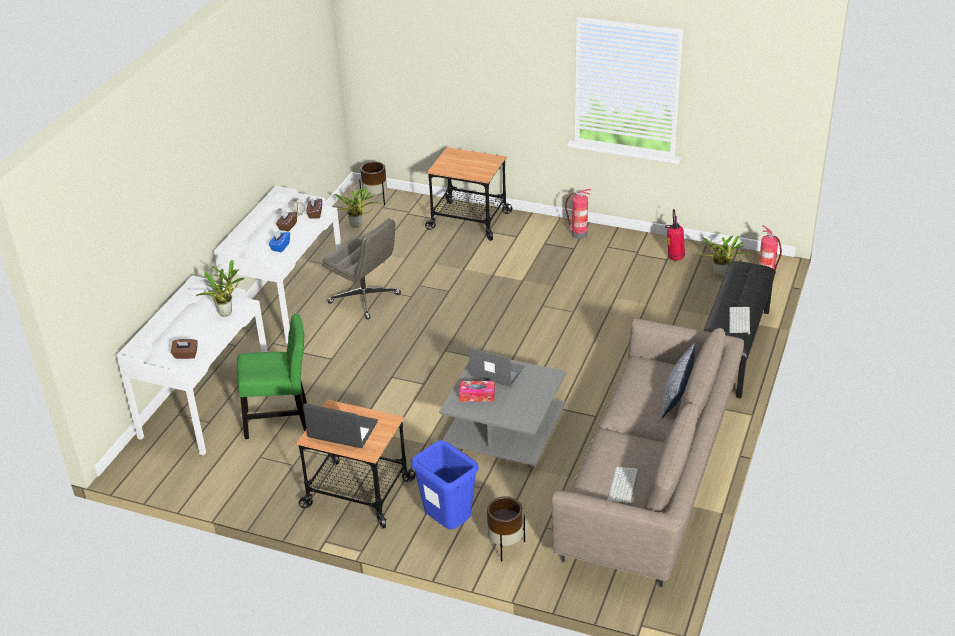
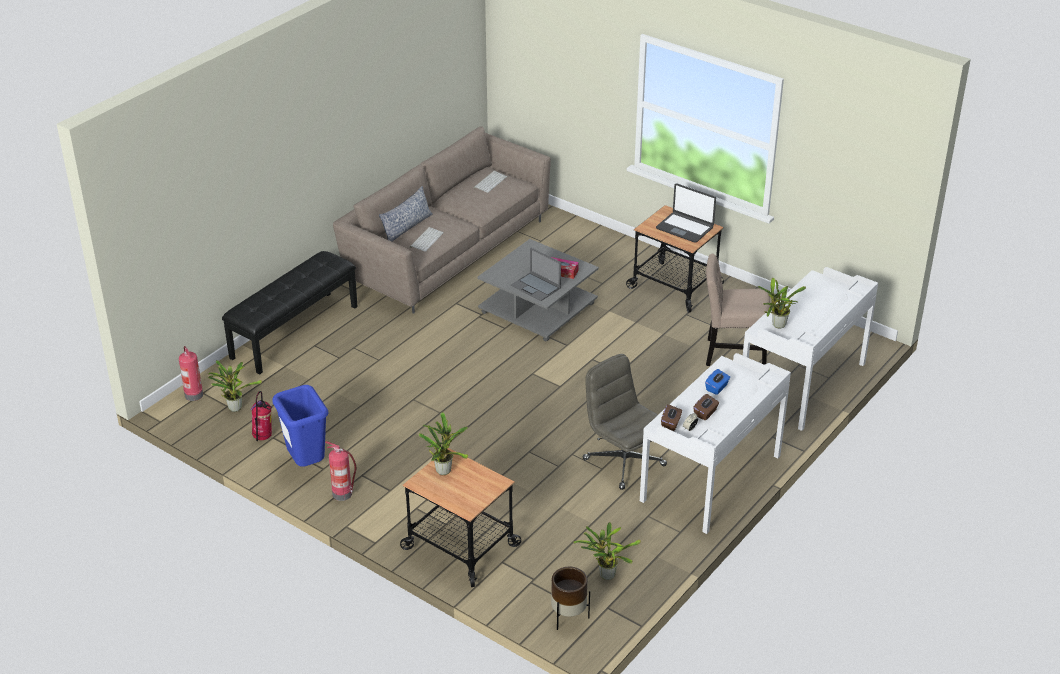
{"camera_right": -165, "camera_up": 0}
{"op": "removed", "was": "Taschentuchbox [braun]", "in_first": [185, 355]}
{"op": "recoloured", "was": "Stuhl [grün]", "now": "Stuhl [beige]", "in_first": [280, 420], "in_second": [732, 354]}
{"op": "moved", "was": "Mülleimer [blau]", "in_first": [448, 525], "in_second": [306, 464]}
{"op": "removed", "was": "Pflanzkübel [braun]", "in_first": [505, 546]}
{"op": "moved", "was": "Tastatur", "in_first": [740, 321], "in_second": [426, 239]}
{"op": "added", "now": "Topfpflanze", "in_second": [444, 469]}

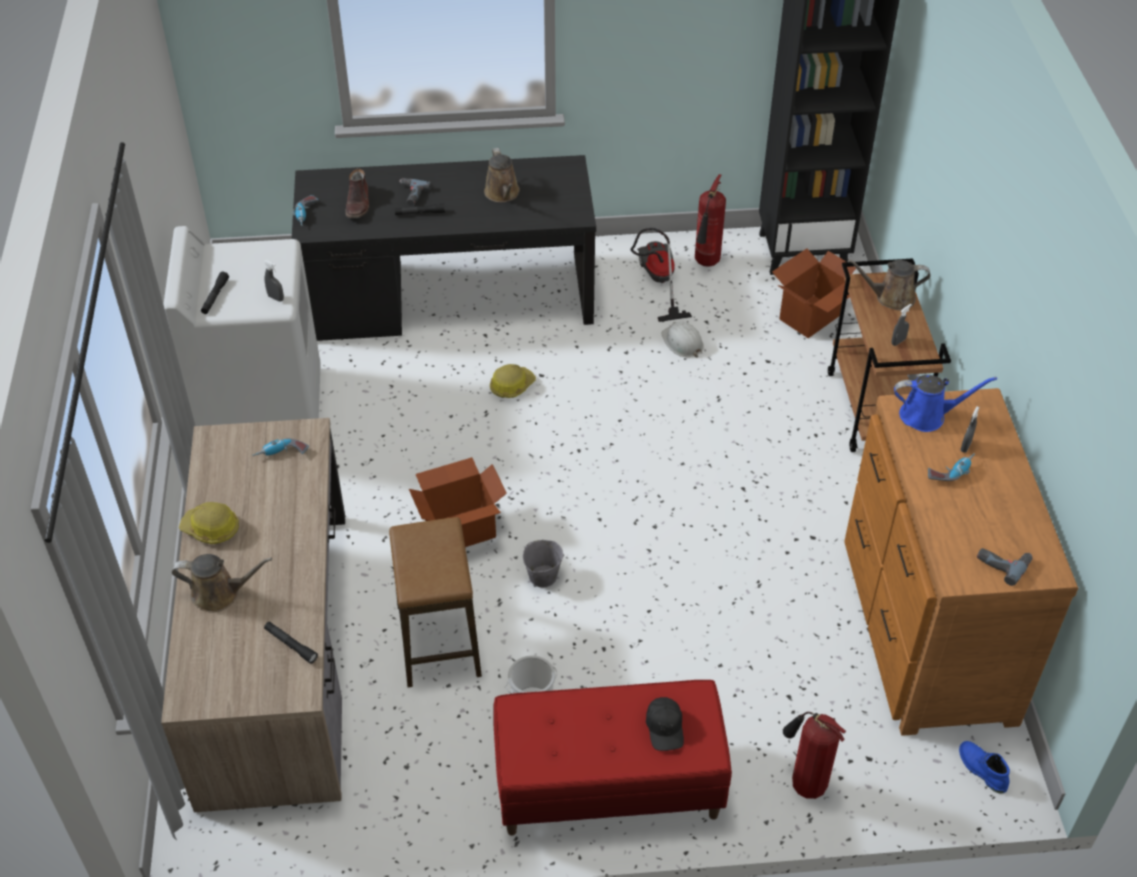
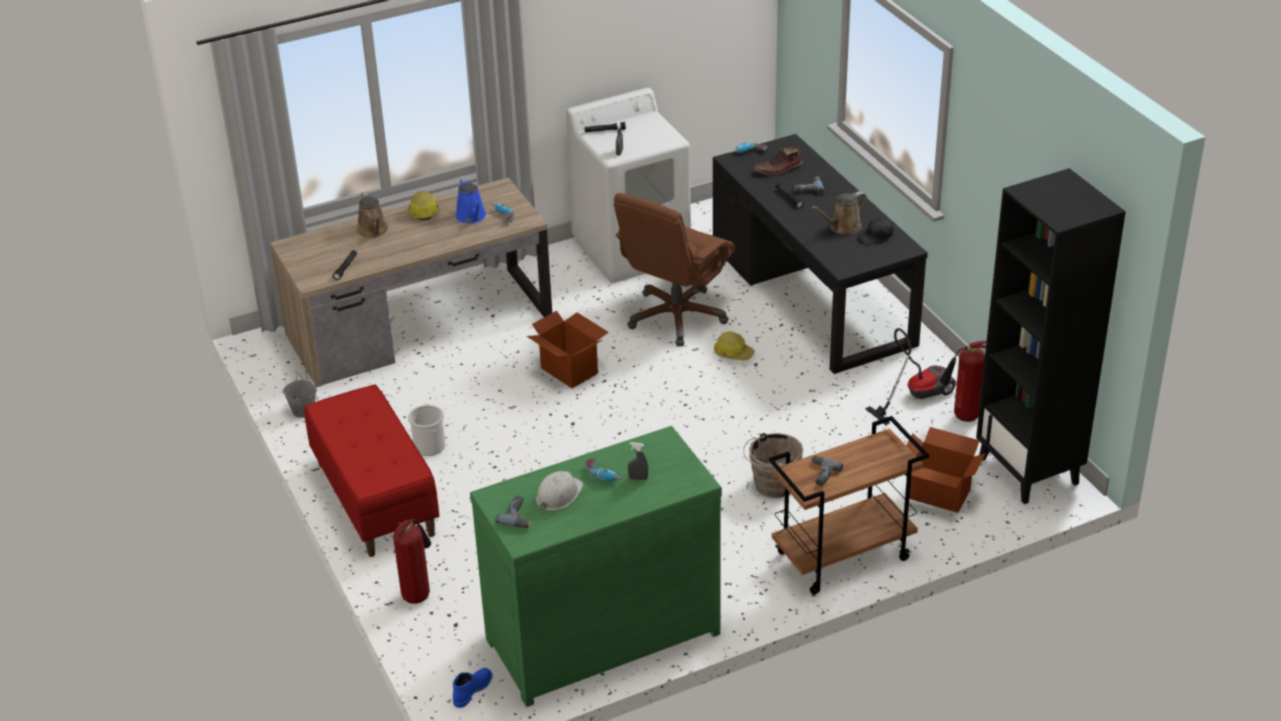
{"camera_right": 70, "camera_up": -10}
{"op": "removed", "was": "Hocker", "in_first": [439, 641]}
{"op": "moved", "was": "Eimer [grau]", "in_first": [542, 577], "in_second": [303, 411]}
{"op": "moved", "was": "Kappe [schwarz]", "in_first": [665, 727], "in_second": [876, 236]}
{"op": "moved", "was": "Schutzhelm [weiß]", "in_first": [682, 342], "in_second": [558, 495]}
{"op": "recoloured", "was": "Kommode [braun]", "now": "Kommode [grün]", "in_first": [925, 630], "in_second": [600, 634]}
{"op": "removed", "was": "Gießkanne [braun]", "in_first": [891, 298]}
{"op": "replaced", "was": "Sprühflasche [grau]", "now": "Bohrmaschine", "in_first": [898, 341], "in_second": [820, 474]}
{"op": "moved", "was": "Gießkanne [blau]", "in_first": [927, 416], "in_second": [472, 217]}
{"op": "added", "now": "Bürostuhl [braun]", "in_second": [676, 317]}
{"op": "added", "now": "Eimer [braun]", "in_second": [771, 485]}

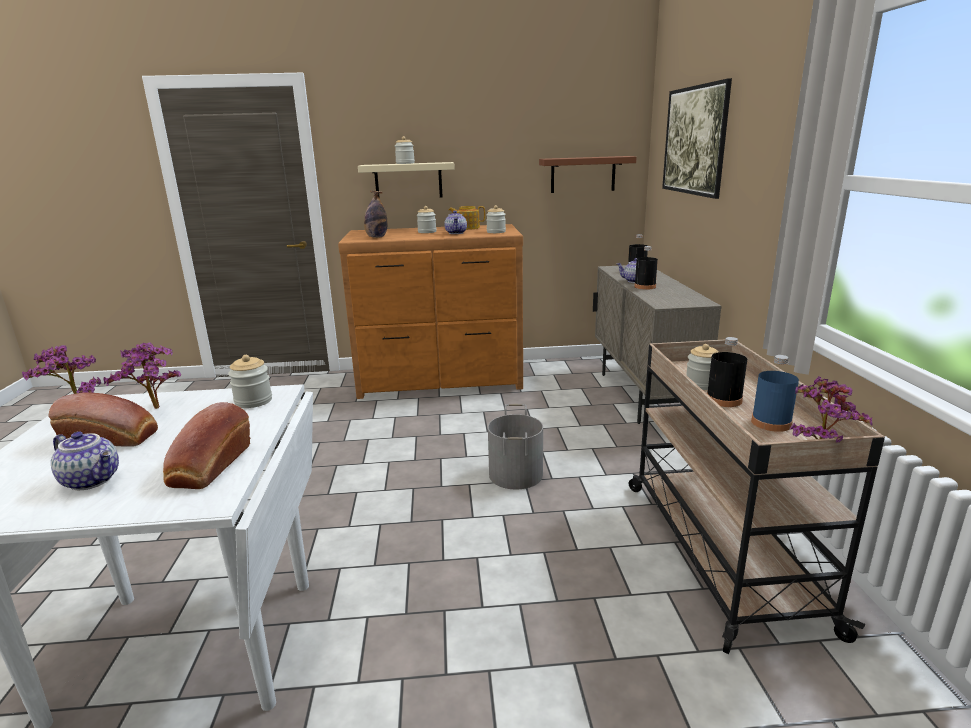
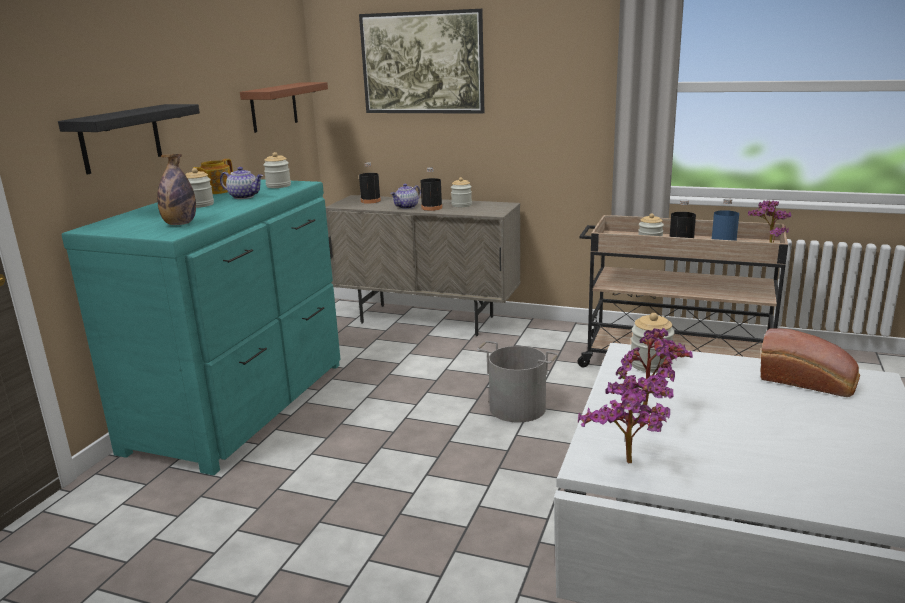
{"camera_right": -65, "camera_up": 0}
{"op": "removed", "was": "Brot", "in_first": [113, 438]}
{"op": "removed", "was": "Teekanne", "in_first": [93, 480]}
{"op": "recoloured", "was": "Kommode [braun]", "now": "Kommode [türkis]", "in_first": [441, 380], "in_second": [243, 405]}
{"op": "recoloured", "was": "Wandregal [beige]", "now": "Wandregal [schwarz]", "in_first": [408, 181], "in_second": [120, 138]}
{"op": "moved", "was": "Vorratsglas", "in_first": [405, 163], "in_second": [461, 205]}

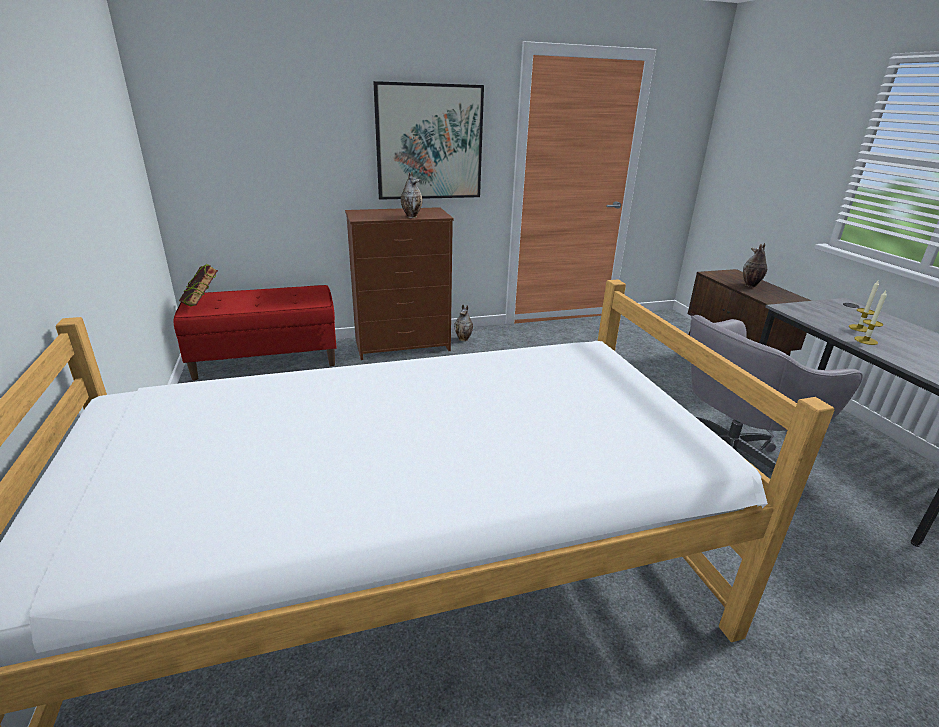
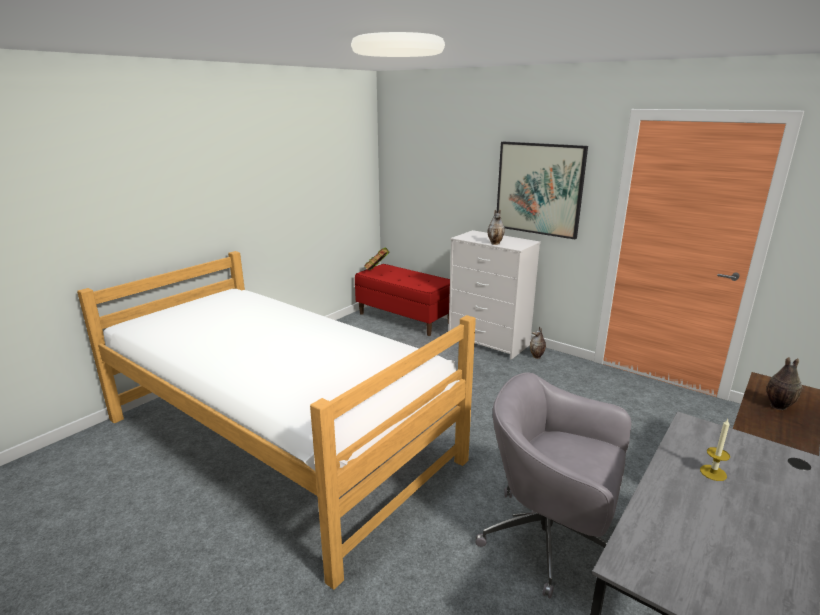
{"camera_right": 55, "camera_up": -5}
{"op": "recoloured", "was": "Kommode [braun]", "now": "Kommode [weiß]", "in_first": [403, 345], "in_second": [489, 342]}
{"op": "removed", "was": "Kerze", "in_first": [865, 340]}

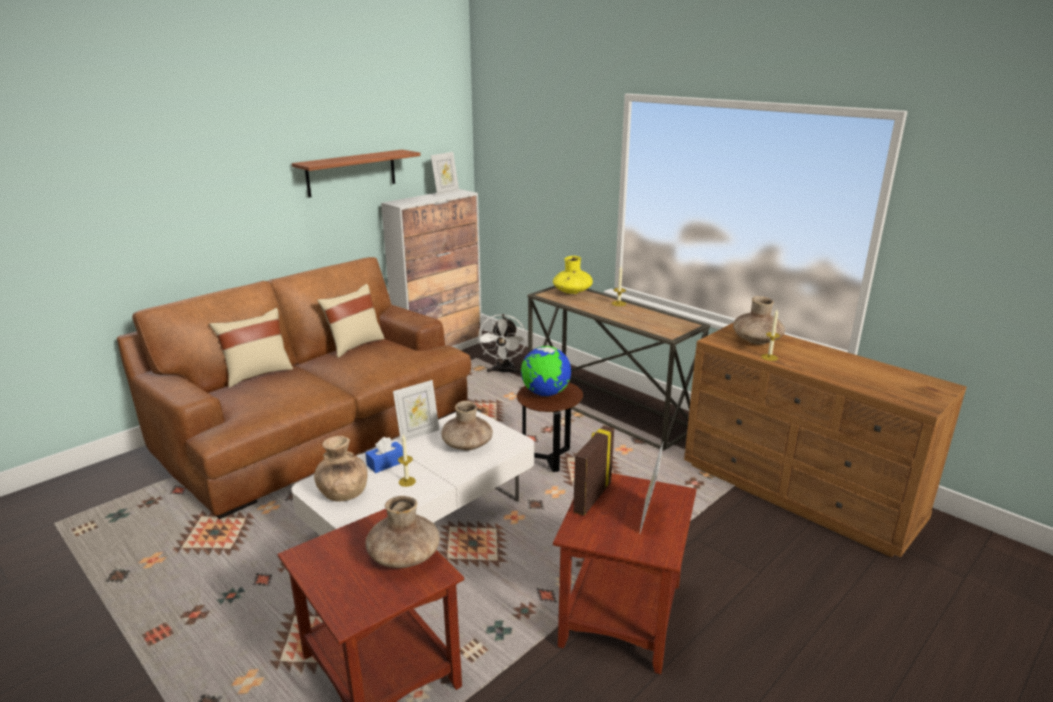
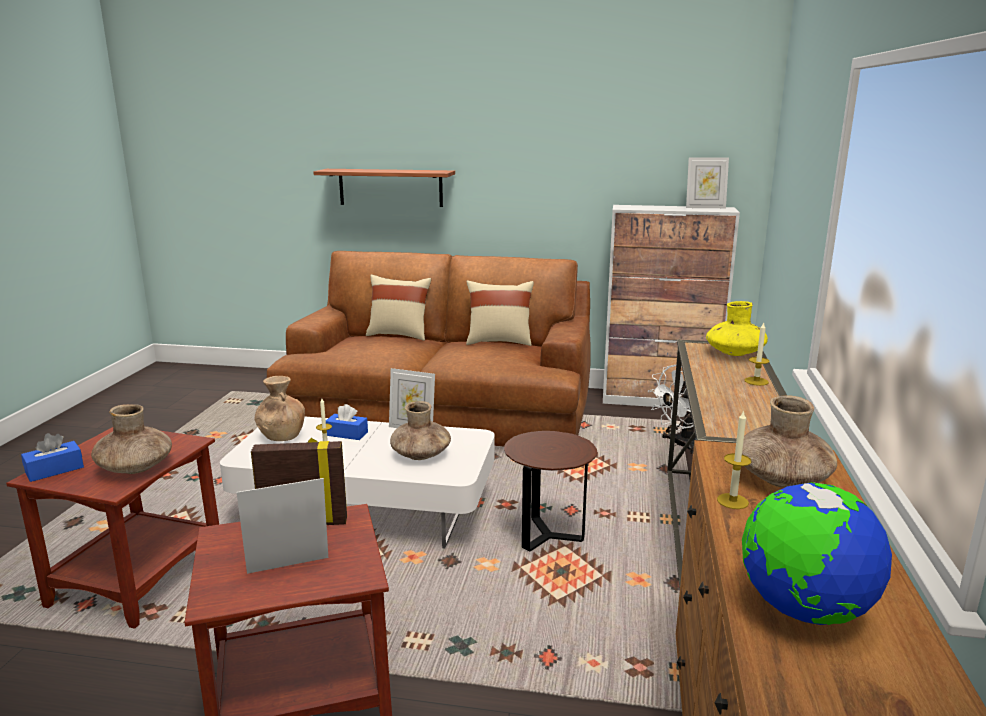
{"camera_right": 55, "camera_up": -5}
{"op": "moved", "was": "Wandregal", "in_first": [351, 173], "in_second": [390, 187]}
{"op": "moved", "was": "Globus", "in_first": [545, 393], "in_second": [804, 610]}
{"op": "added", "now": "Taschentuchbox [blau]", "in_second": [54, 470]}

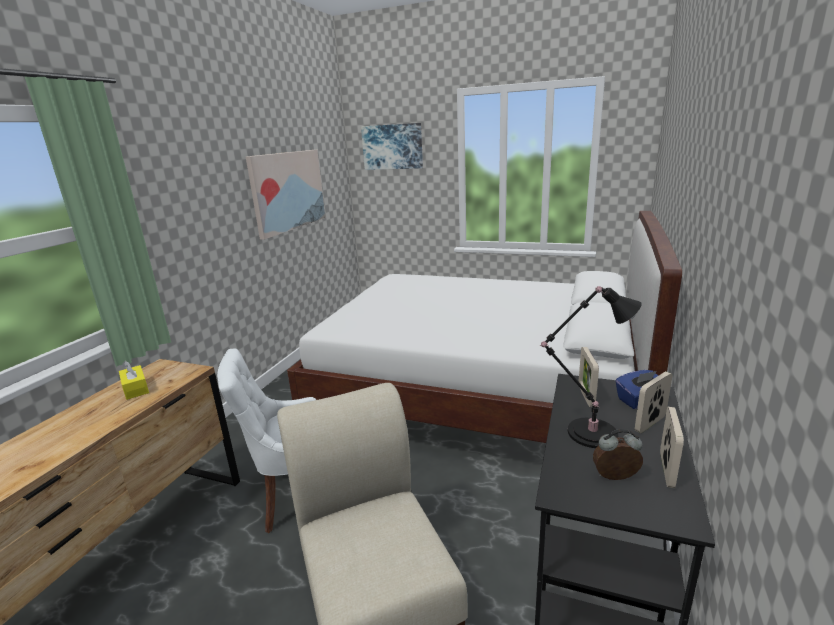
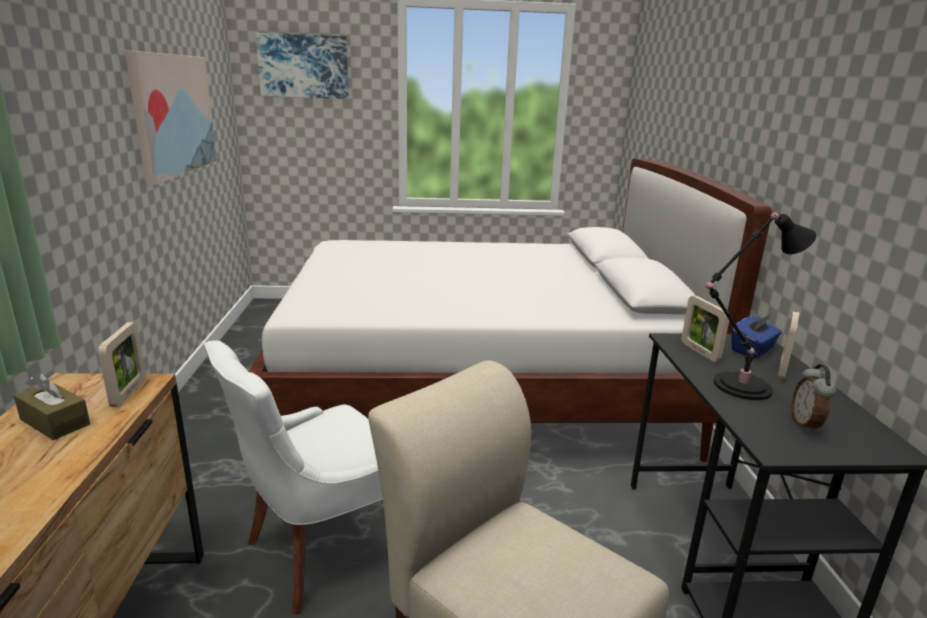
{"camera_right": -25, "camera_up": 0}
{"op": "recoloured", "was": "Taschentuchbox [gelb]", "now": "Taschentuchbox [braun]", "in_first": [135, 389], "in_second": [55, 422]}
{"op": "turned", "was": "Wecker", "in_first": [615, 478], "in_second": [806, 424], "clockwise": -60}
{"op": "moved", "was": "Bilderrahmen", "in_first": [666, 470], "in_second": [129, 392]}

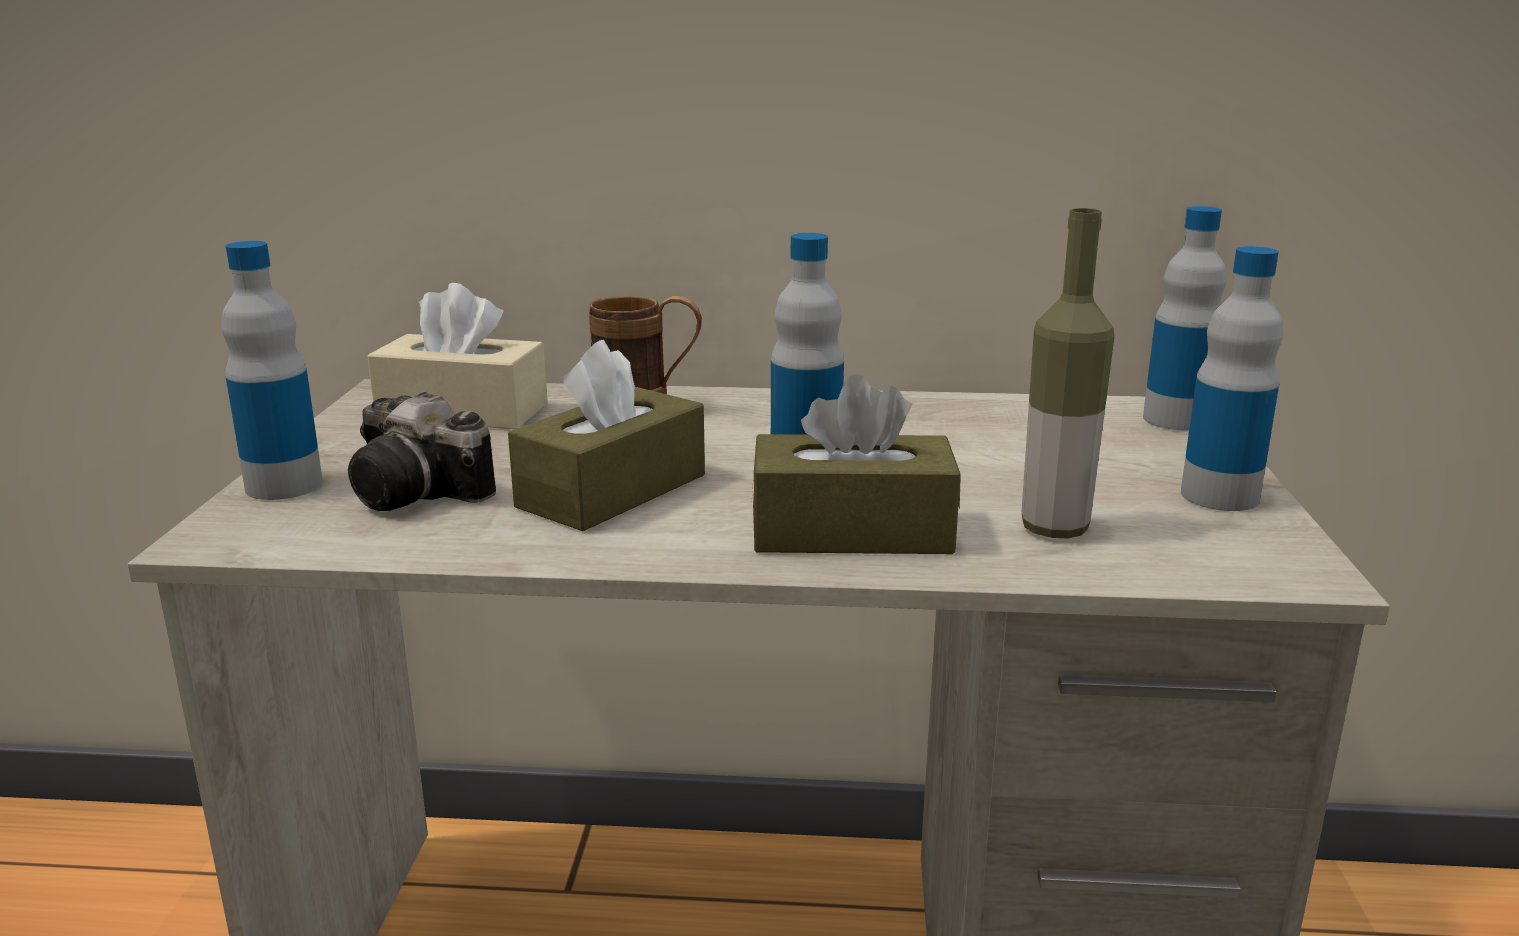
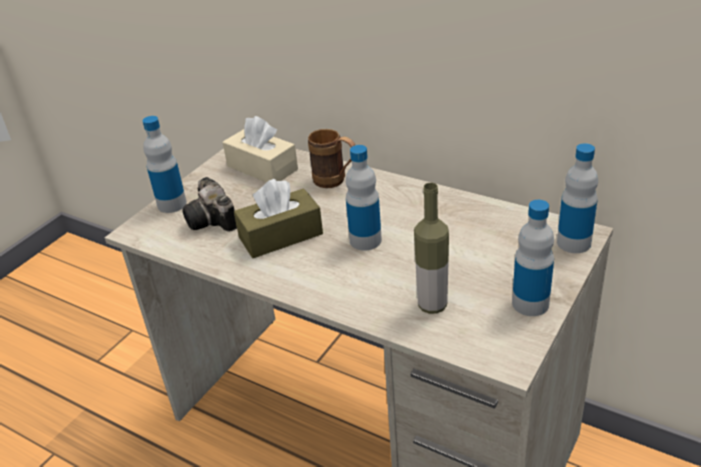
{"camera_right": 30, "camera_up": 15}
{"op": "removed", "was": "Taschentuchbox [braun]", "in_first": [851, 531]}

